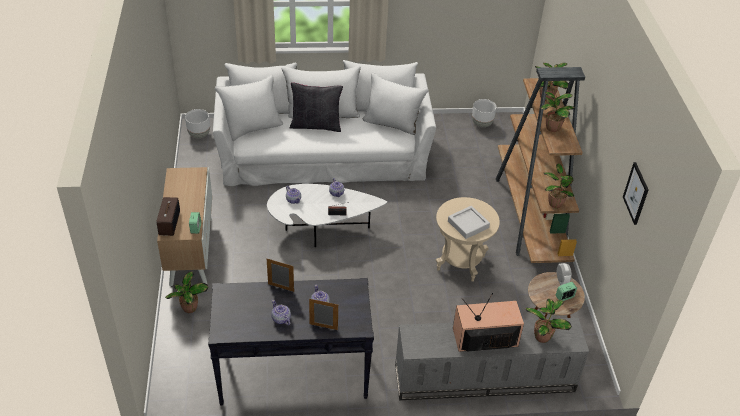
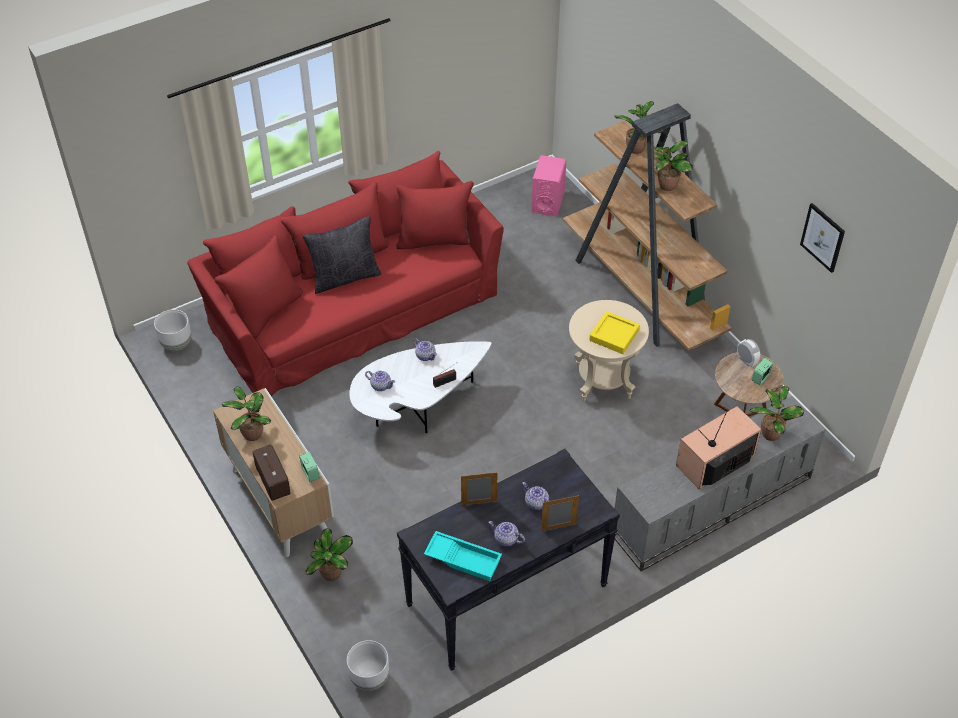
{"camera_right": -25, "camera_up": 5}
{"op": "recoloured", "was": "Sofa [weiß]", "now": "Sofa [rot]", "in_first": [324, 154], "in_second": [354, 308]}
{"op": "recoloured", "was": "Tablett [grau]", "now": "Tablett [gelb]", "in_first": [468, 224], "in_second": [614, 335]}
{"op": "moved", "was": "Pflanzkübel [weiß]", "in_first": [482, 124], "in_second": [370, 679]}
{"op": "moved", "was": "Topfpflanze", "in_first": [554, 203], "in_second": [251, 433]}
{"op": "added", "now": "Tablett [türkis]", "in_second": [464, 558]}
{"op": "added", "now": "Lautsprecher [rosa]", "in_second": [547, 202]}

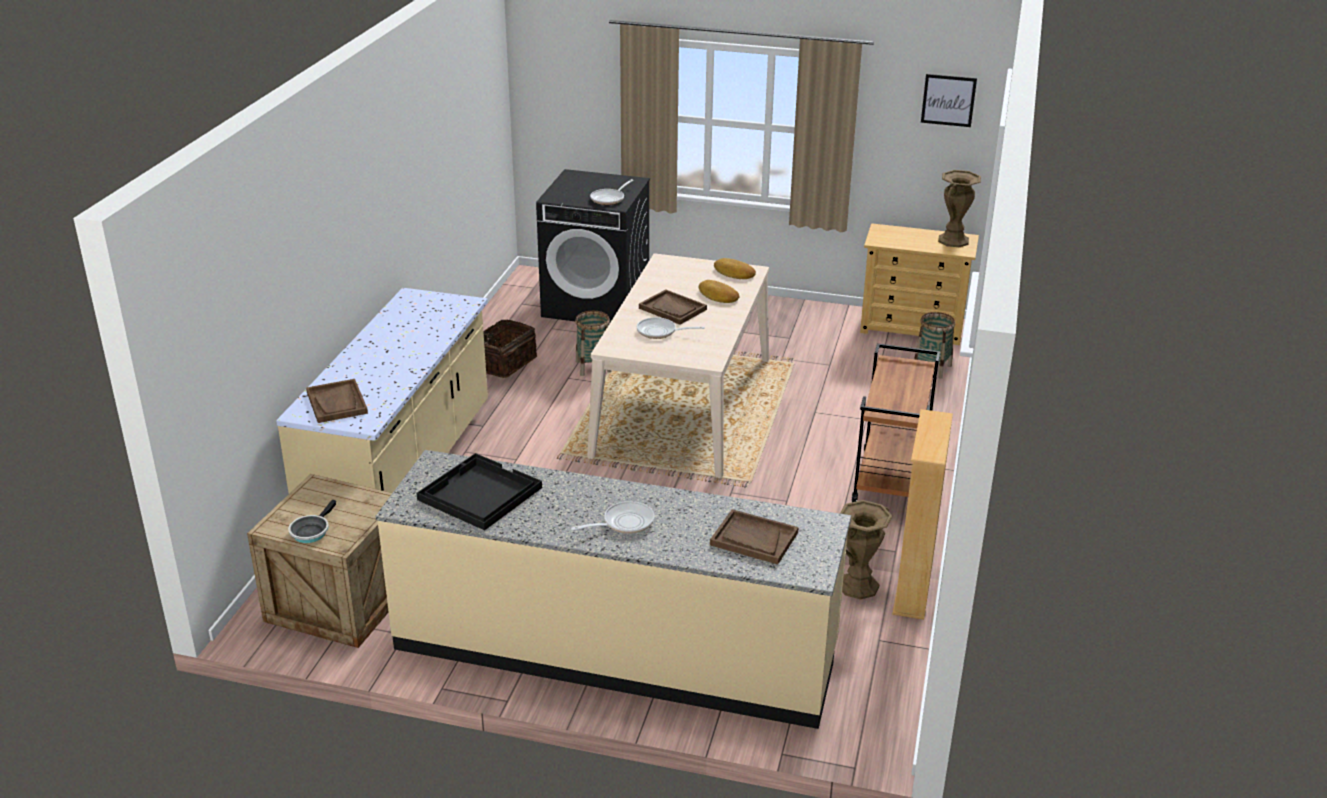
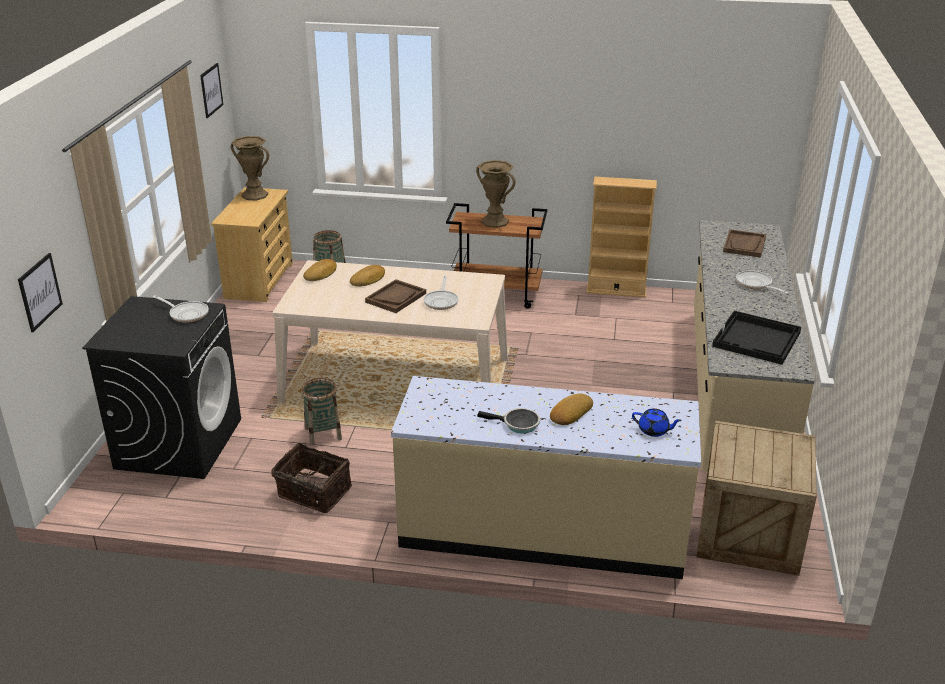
{"camera_right": -95, "camera_up": 0}
{"op": "moved", "was": "Pfanne", "in_first": [311, 531], "in_second": [518, 424]}
{"op": "replaced", "was": "Tablett [braun]", "now": "Teekanne [blau]", "in_first": [337, 403], "in_second": [654, 430]}
{"op": "moved", "was": "Vase [braun]", "in_first": [858, 586], "in_second": [495, 221]}
{"op": "added", "now": "Bild", "in_second": [40, 292]}
{"op": "added", "now": "Brot", "in_second": [570, 413]}

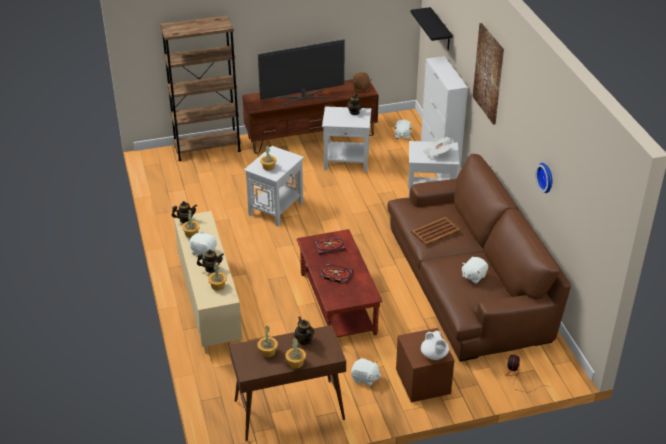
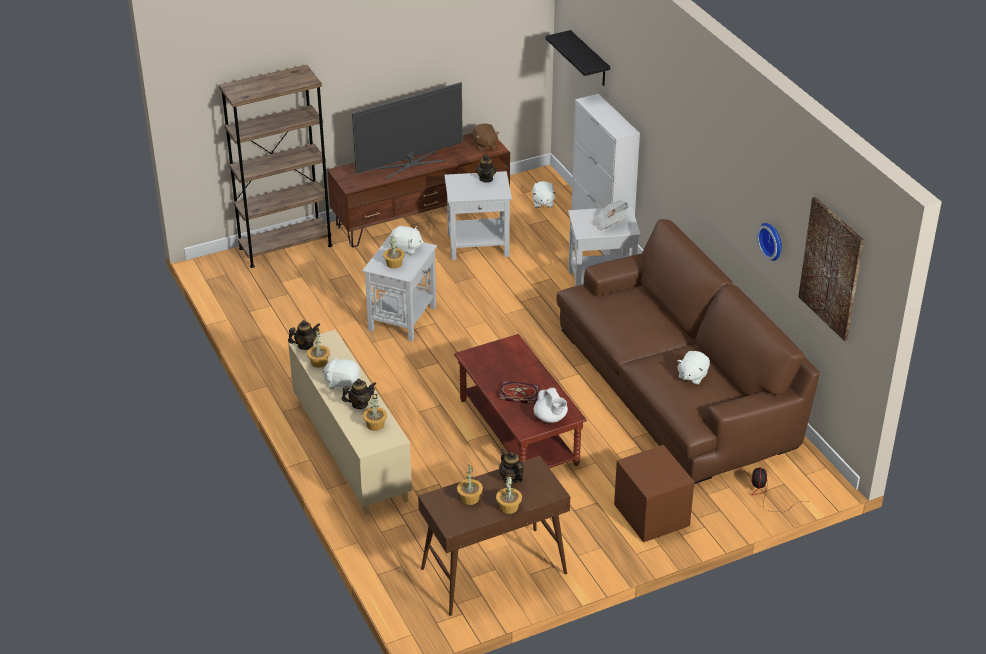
{"camera_right": -10, "camera_up": 0}
{"op": "removed", "was": "Buch", "in_first": [330, 246]}
{"op": "moved", "was": "Plüschtier [weiß]", "in_first": [365, 378], "in_second": [406, 248]}
{"op": "removed", "was": "Tablett [braun]", "in_first": [436, 231]}
{"op": "moved", "was": "Teekanne [weiß]", "in_first": [434, 355], "in_second": [550, 418]}
{"op": "moved", "was": "Bild", "in_first": [489, 73], "in_second": [831, 268]}

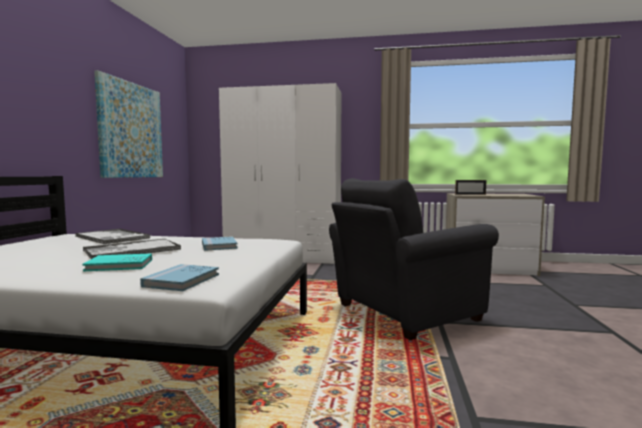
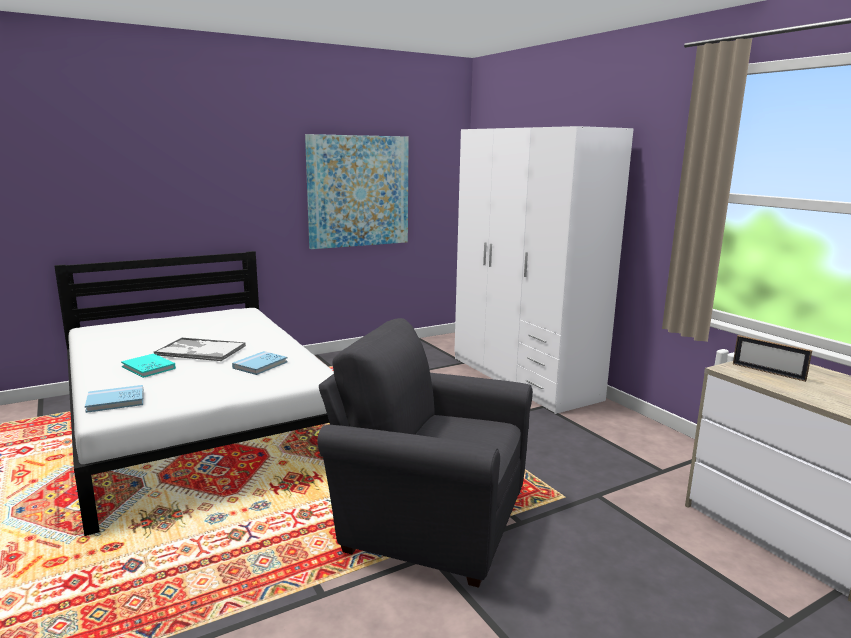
{"camera_right": 50, "camera_up": 10}
{"op": "removed", "was": "Tablett", "in_first": [113, 237]}

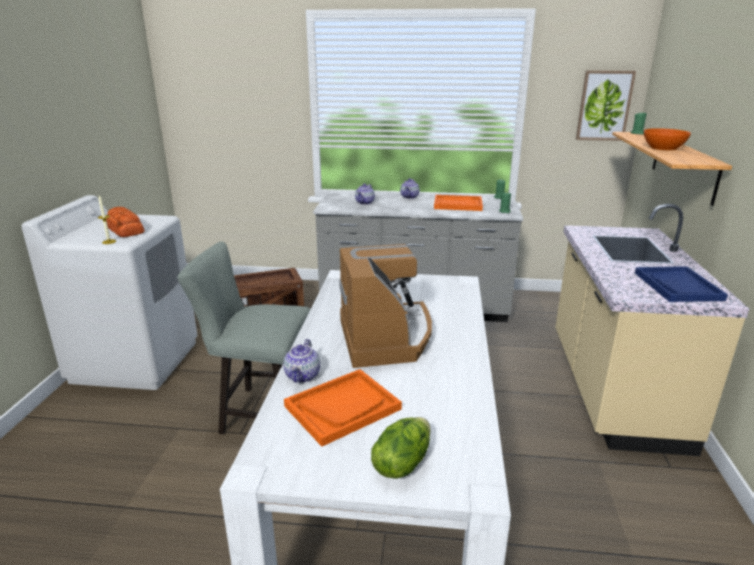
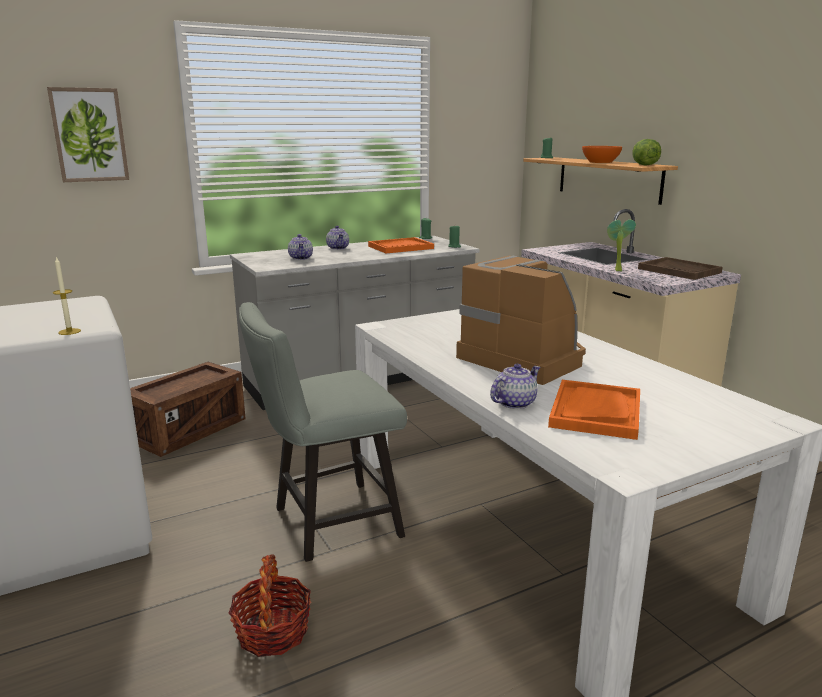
{"camera_right": -35, "camera_up": -5}
{"op": "removed", "was": "Brot", "in_first": [125, 229]}
{"op": "turned", "was": "Teekanne", "in_first": [303, 376], "in_second": [514, 403], "clockwise": -105}
{"op": "moved", "was": "Salatkopf", "in_first": [401, 463], "in_second": [643, 165]}
{"op": "moved", "was": "Bild", "in_first": [604, 106], "in_second": [89, 135]}
{"op": "recoloured", "was": "Tablett [blau]", "now": "Tablett [braun]", "in_first": [678, 286], "in_second": [679, 271]}
{"op": "added", "now": "Korb", "in_second": [272, 631]}
{"op": "added", "now": "Topfpflanze", "in_second": [616, 270]}

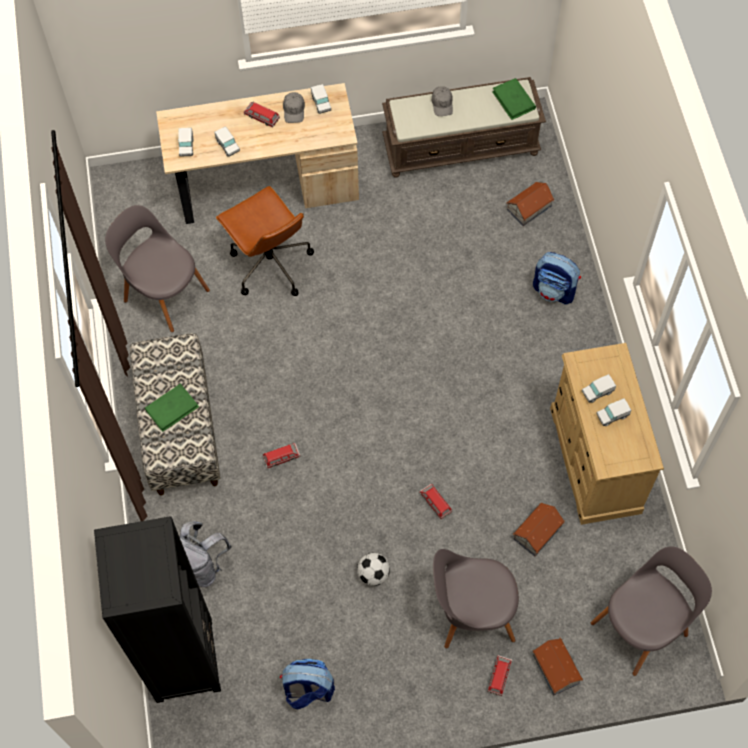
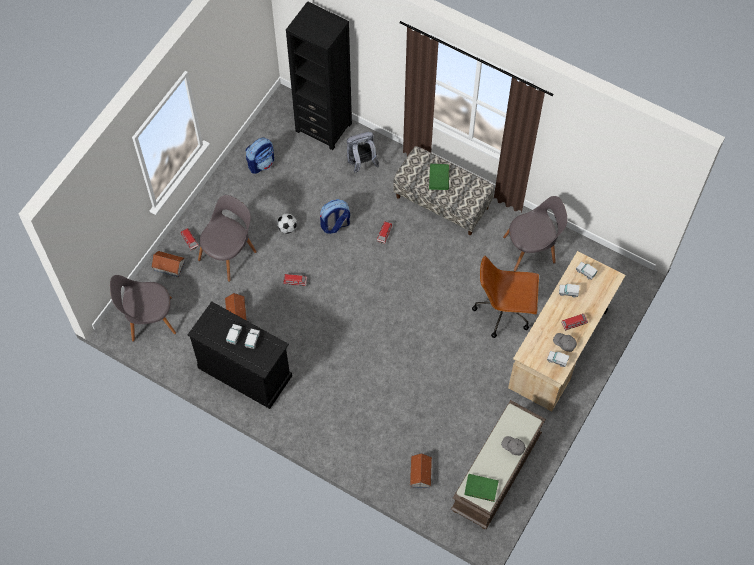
{"camera_right": 130, "camera_up": 0}
{"op": "moved", "was": "Rucksack", "in_first": [554, 290], "in_second": [335, 225]}
{"op": "recoloured", "was": "Kommode [beige]", "now": "Kommode [schwarz]", "in_first": [594, 460], "in_second": [245, 371]}
{"op": "turned", "was": "Stuhl [grau]", "in_first": [642, 626], "in_second": [149, 319], "clockwise": 75}

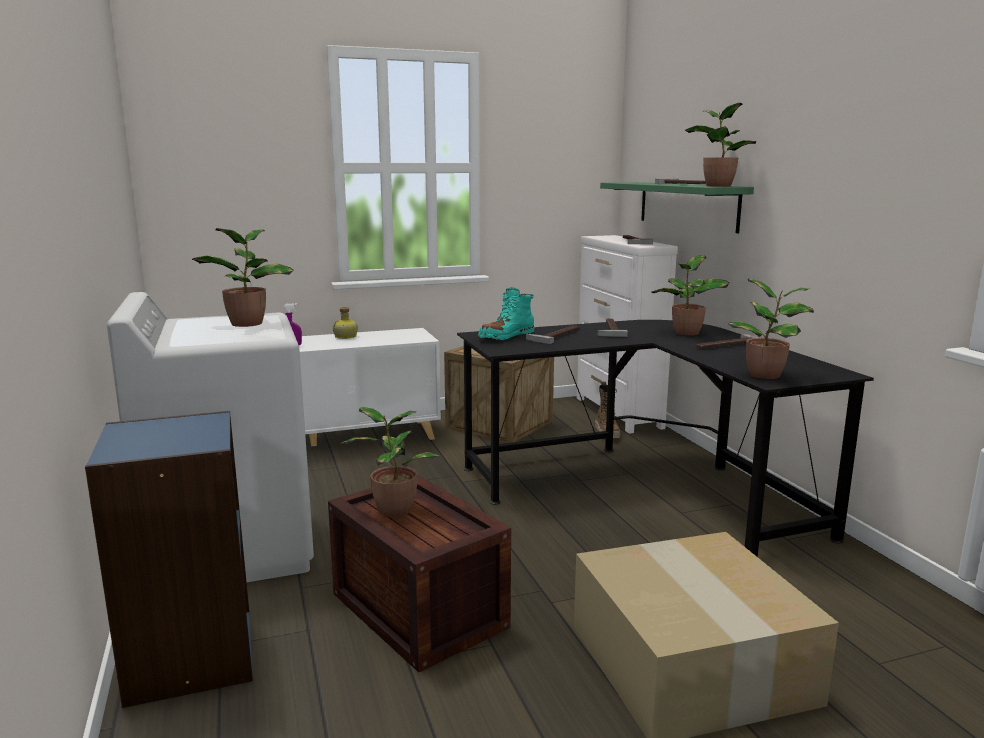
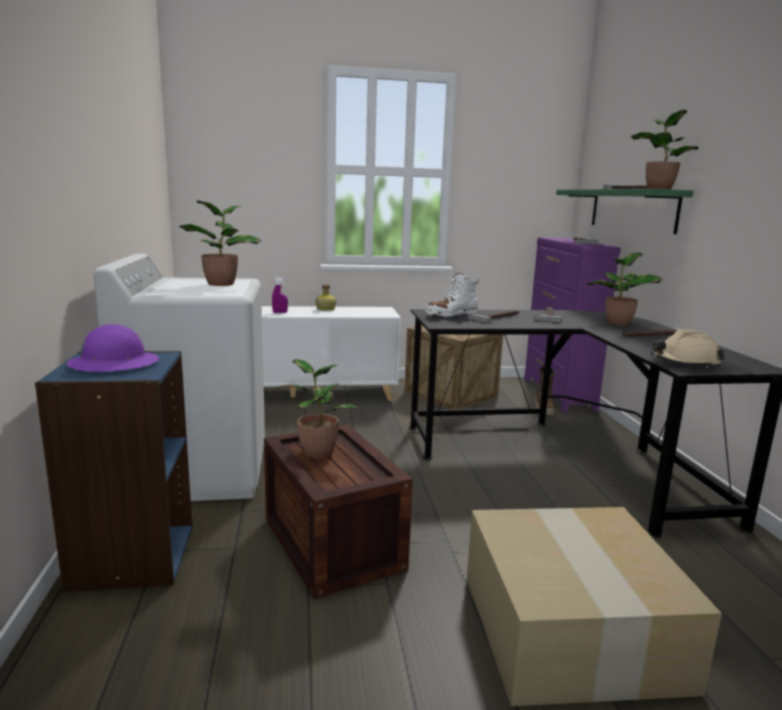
{"camera_right": 10, "camera_up": 0}
{"op": "recoloured", "was": "Stiefel [türkis]", "now": "Stiefel [weiß]", "in_first": [506, 337], "in_second": [451, 315]}
{"op": "recoloured", "was": "Kommode [weiß]", "now": "Kommode [lila]", "in_first": [618, 413], "in_second": [558, 394]}
{"op": "replaced", "was": "Topfpflanze", "now": "Schutzhelm [beige]", "in_first": [767, 375], "in_second": [684, 363]}
{"op": "added", "now": "Schutzhelm [lila]", "in_second": [114, 364]}

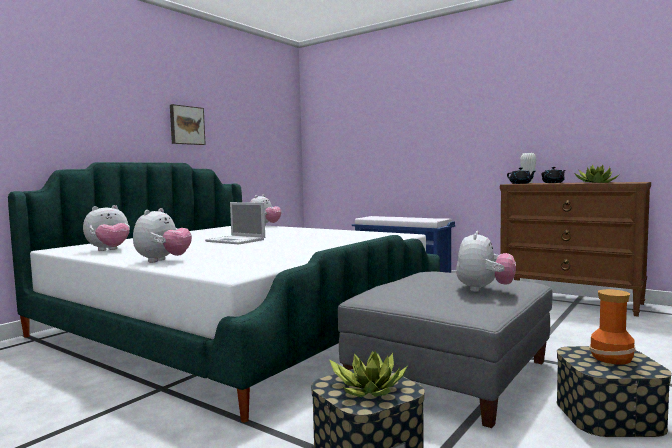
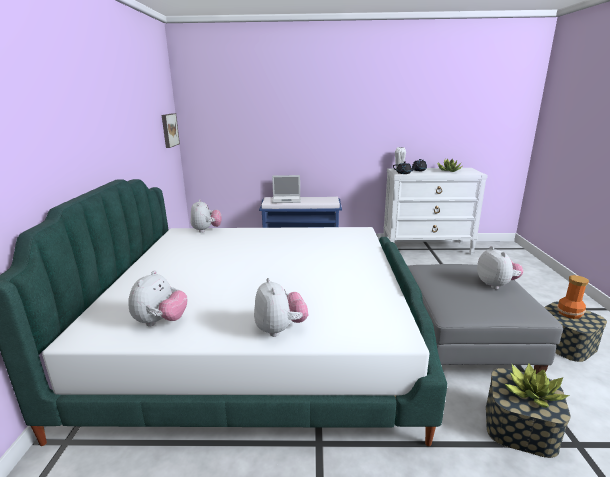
{"camera_right": -35, "camera_up": 15}
{"op": "moved", "was": "Bild", "in_first": [186, 125], "in_second": [169, 130]}
{"op": "moved", "was": "Laptop", "in_first": [236, 240], "in_second": [287, 200]}
{"op": "recoloured", "was": "Kommode [braun]", "now": "Kommode [weiß]", "in_first": [571, 301], "in_second": [427, 248]}

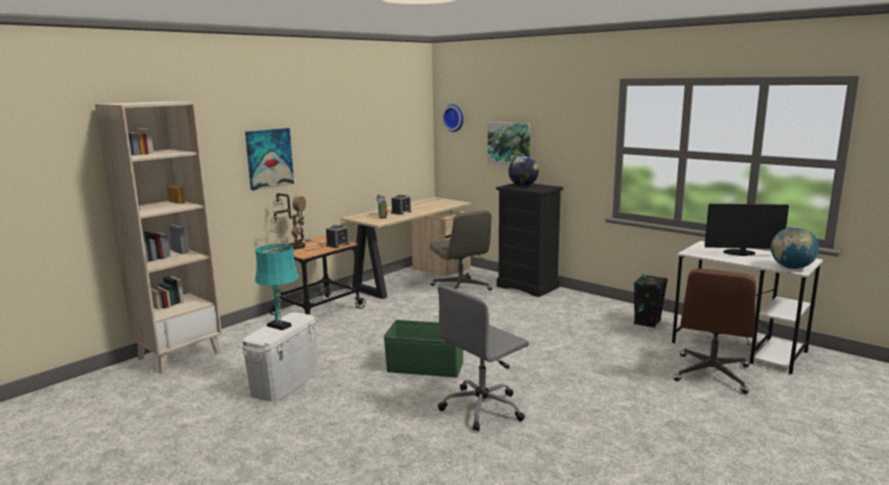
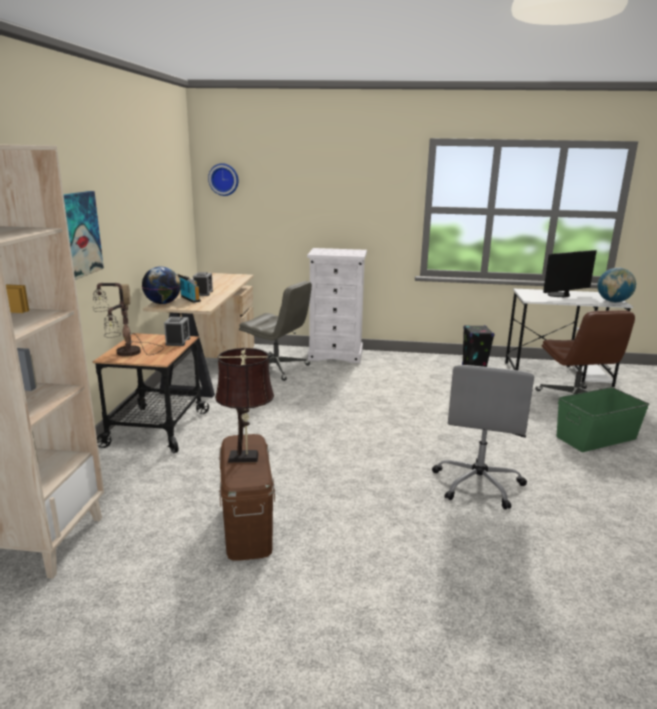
{"camera_right": -35, "camera_up": 5}
{"op": "recoloured", "was": "Aufbewahrungsbox [weiß]", "now": "Aufbewahrungsbox [braun]", "in_first": [285, 382], "in_second": [247, 527]}
{"op": "recoloured", "was": "Tischlampe [türkis]", "now": "Tischlampe [braun]", "in_first": [281, 326], "in_second": [246, 458]}
{"op": "moved", "was": "Aufbewahrungsbox [grün]", "in_first": [425, 367], "in_second": [595, 437]}
{"op": "removed", "was": "Bild", "in_first": [509, 144]}
{"op": "recoloured", "was": "Kommode [schwarz]", "now": "Kommode [weiß]", "in_first": [528, 286], "in_second": [336, 355]}
{"op": "moved", "was": "Globus", "in_first": [523, 186], "in_second": [163, 303]}

